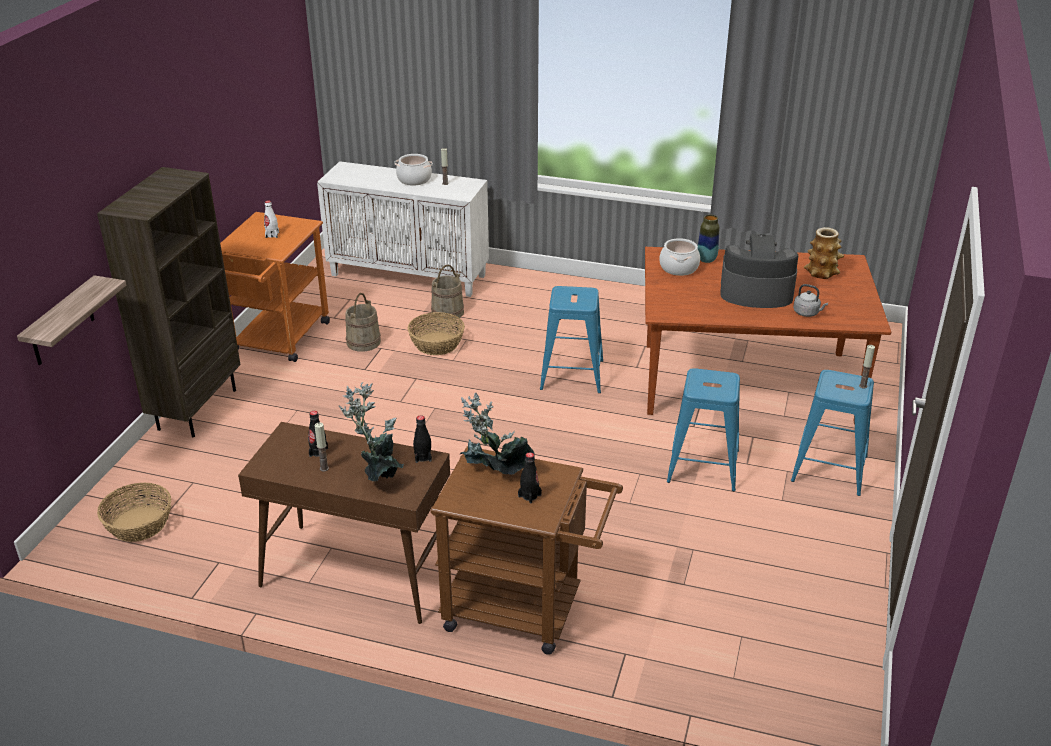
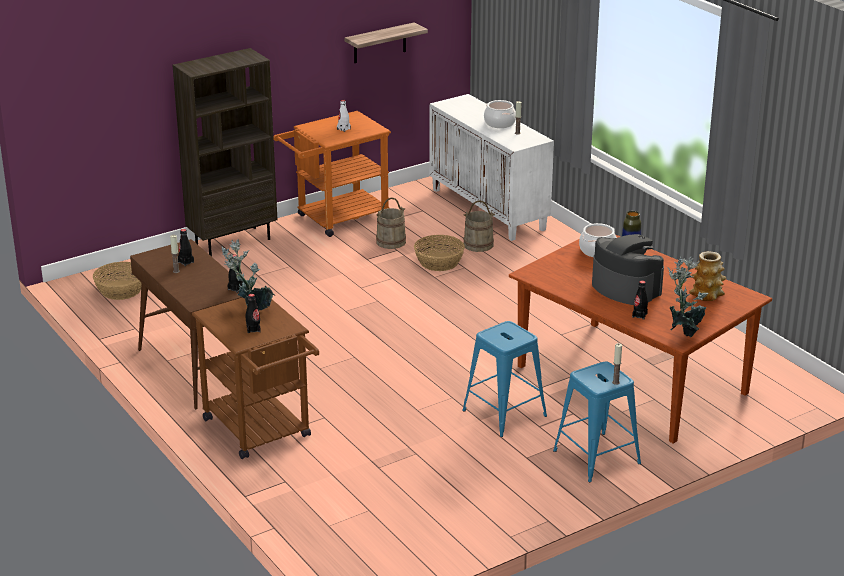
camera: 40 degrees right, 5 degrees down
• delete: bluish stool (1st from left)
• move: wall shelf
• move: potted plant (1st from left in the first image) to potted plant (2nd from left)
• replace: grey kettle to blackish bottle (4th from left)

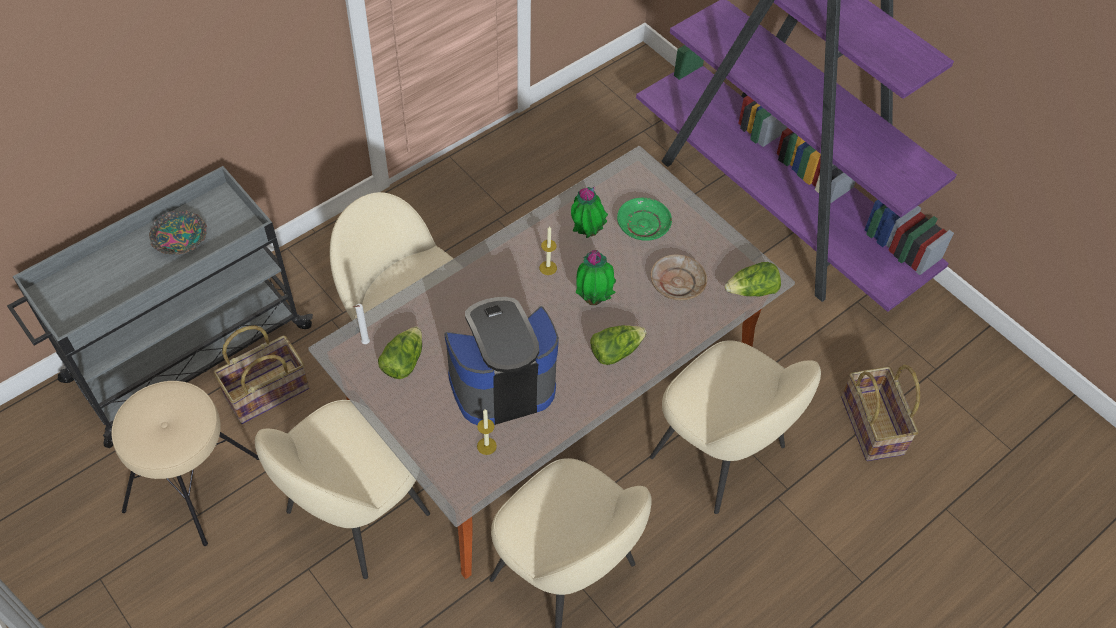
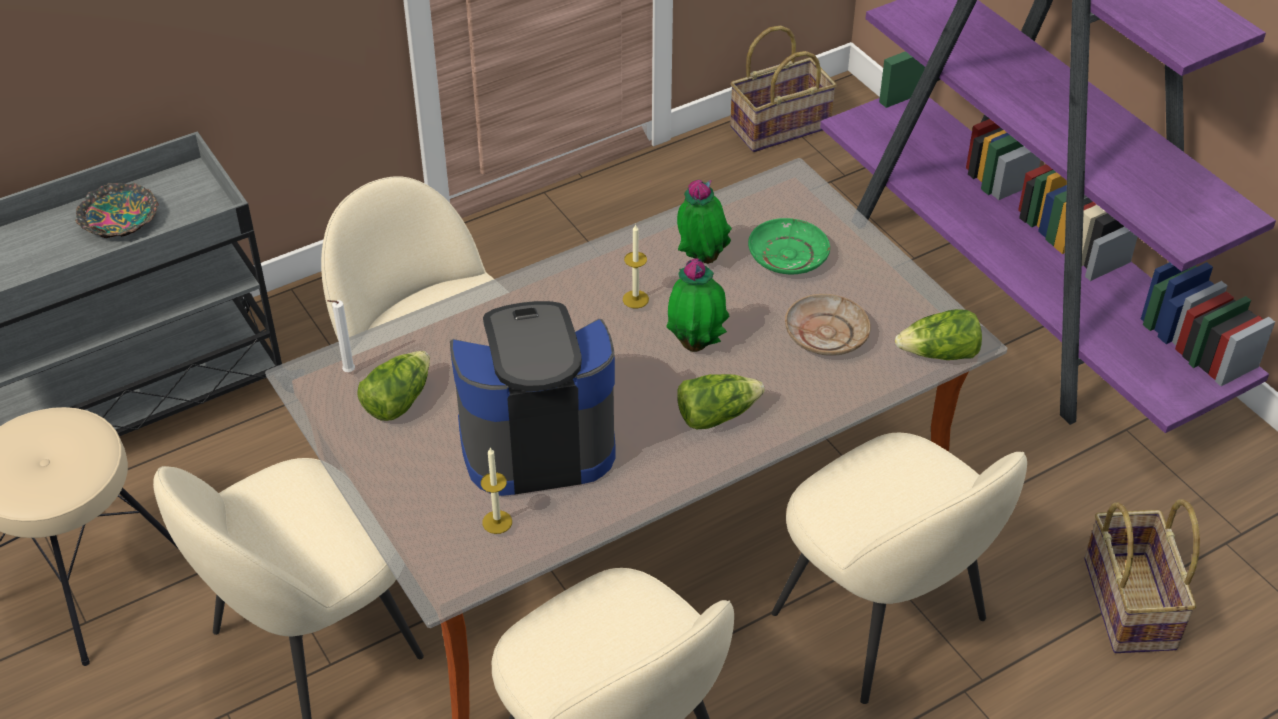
camera: 10 degrees right, 10 degrees down
• move: storage basket (1st from left)

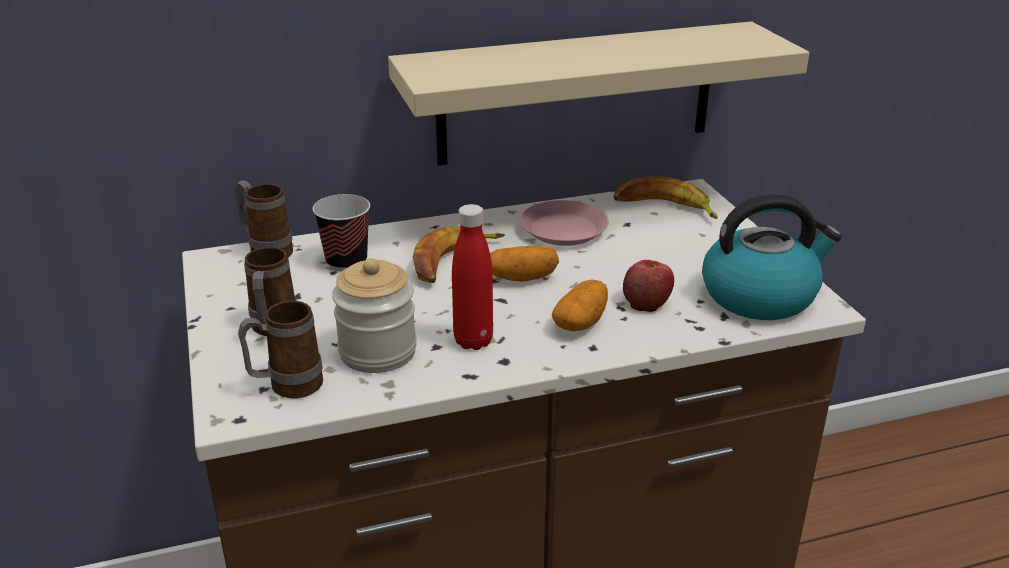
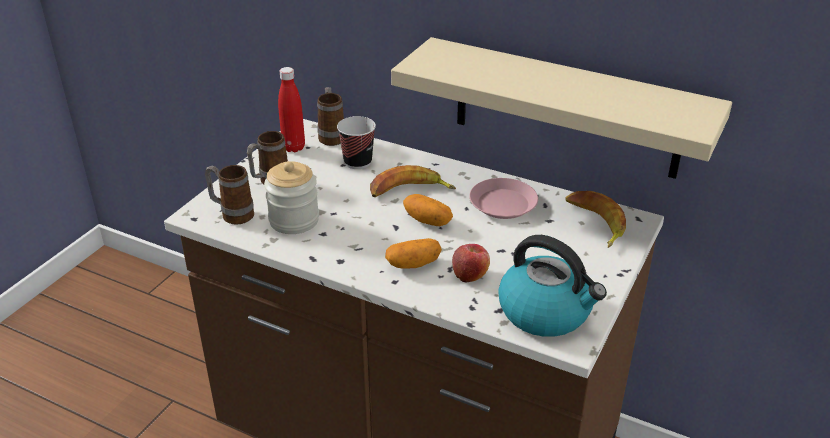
camera: 45 degrees right, 5 degrees up
• move: red bottle

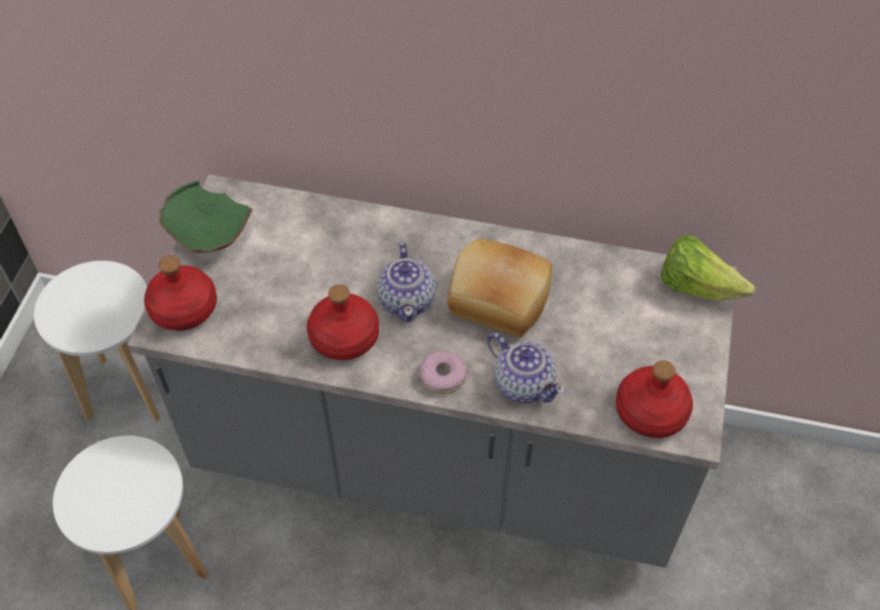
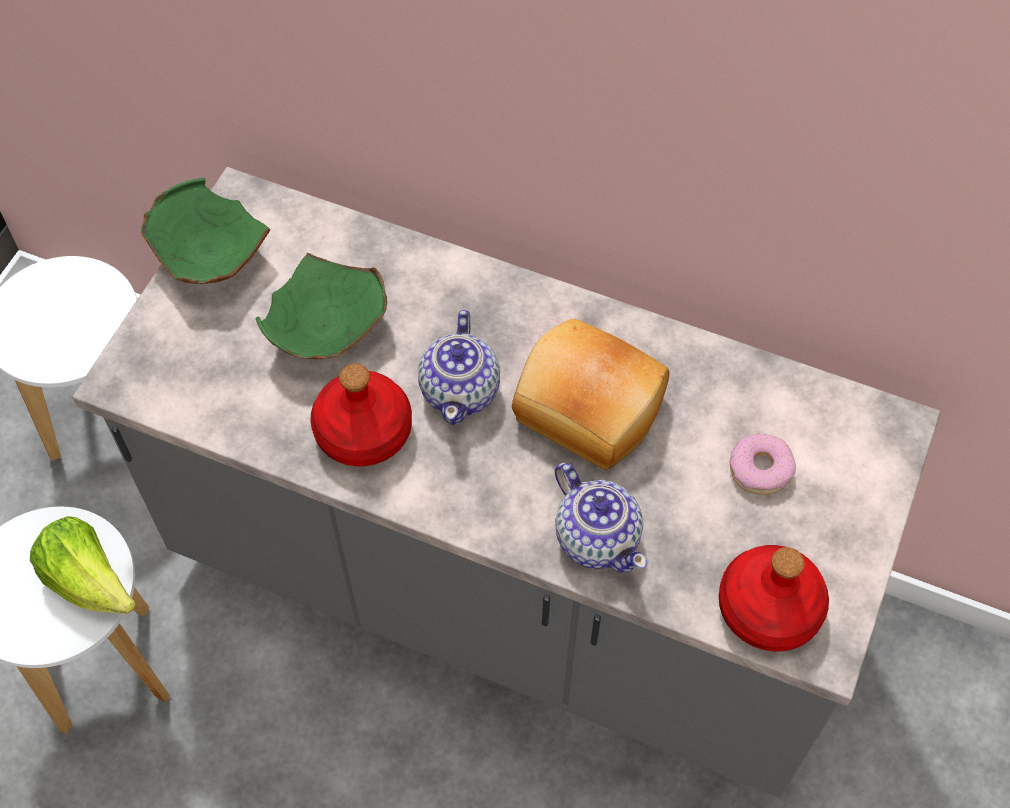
camera: 10 degrees right, 5 degrees up
• delete: red bottle (1st from left)
• insert: green-coloured deep dish (2nd from left)
• move: ring doughnut
• move: lettuce head

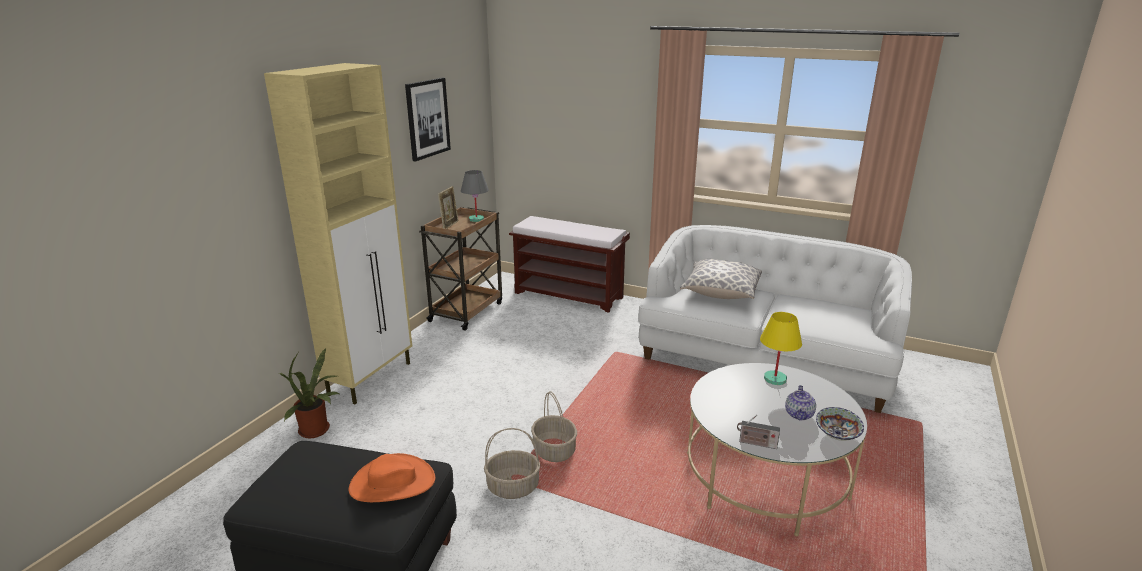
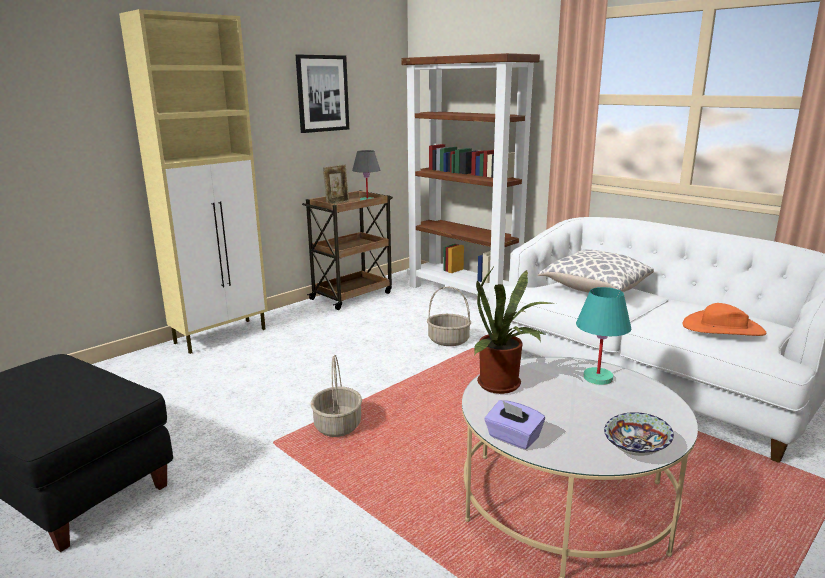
camera: 20 degrees right, 5 degrees down
• delete: teapot
• move: potted plant
• move: orange-coloured hat
• move: storage basket (1st from left in the first image) to storage basket (2nd from left)
• replace: brownish bench to brownish bookcase
• replace: radio receiver to purple-coloured box of tissues
• recolor: yellowish lamp for a table to turquoise lamp for a table

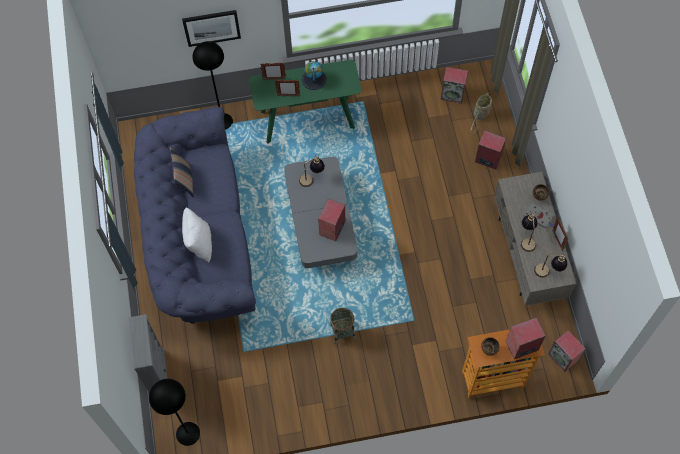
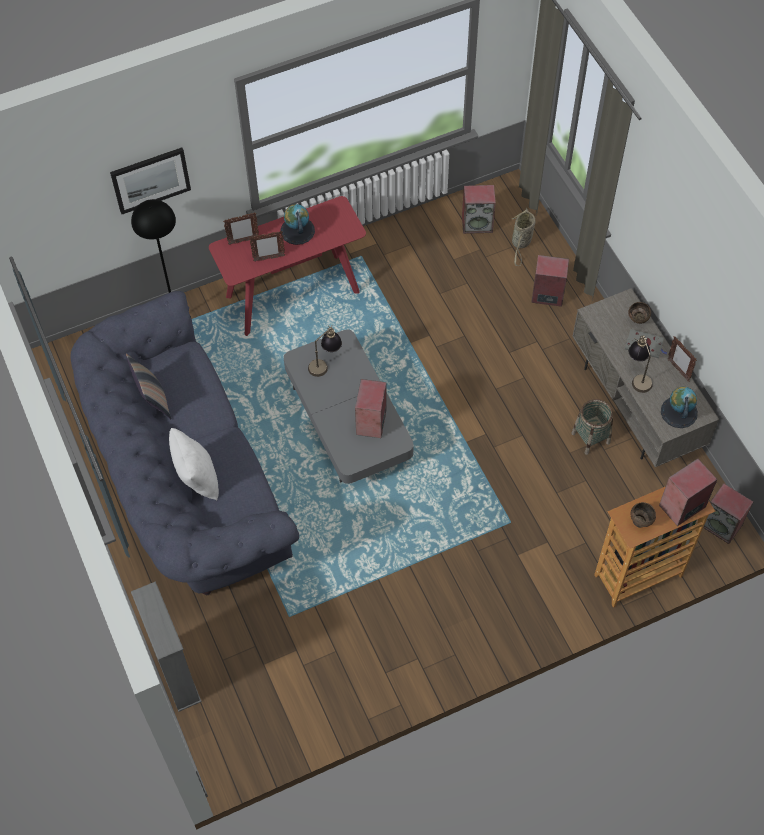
camera: 15 degrees left, 5 degrees down
• delete: blackish standing lamp (1st from left)
• move: storage basket (1st from left in the first image) to storage basket (2nd from left)
• replace: lamp for a table (3rd from left) to world globe (2nd from left)
• recolor: green-coloured narrow table to red narrow table

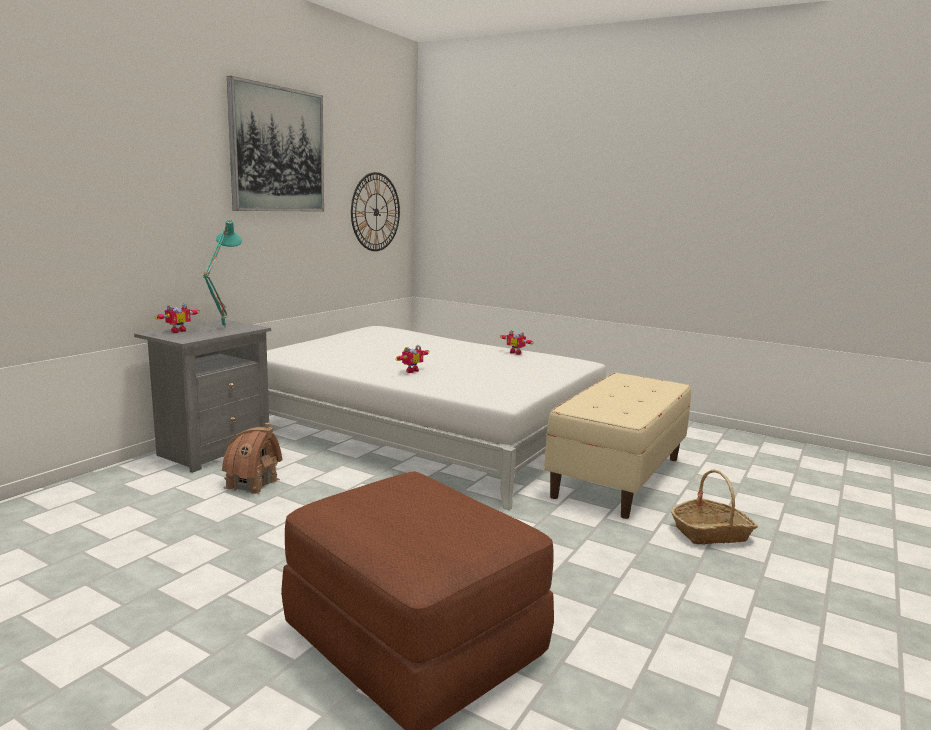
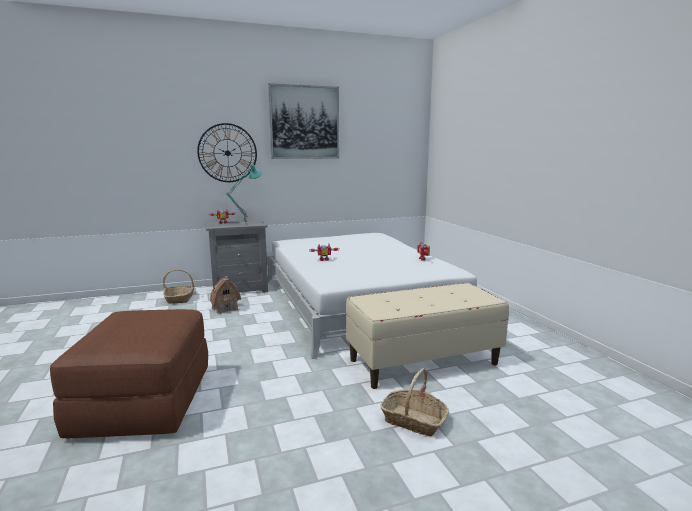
camera: 40 degrees right, 0 degrees up
• insert: storage basket (1st from left)
• move: wall clock

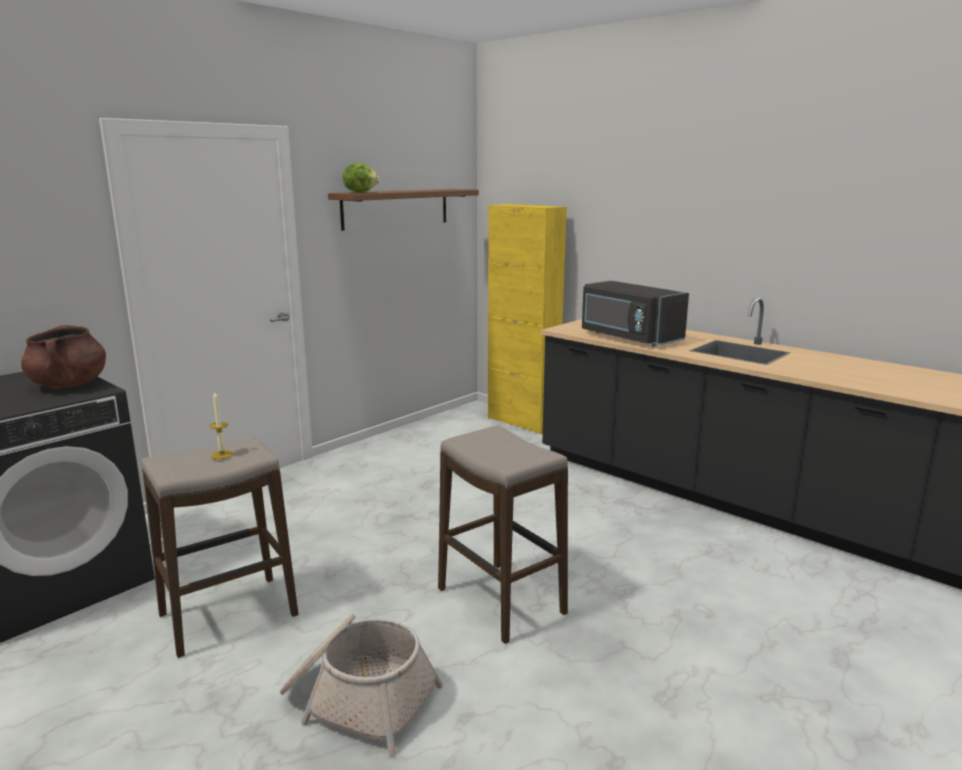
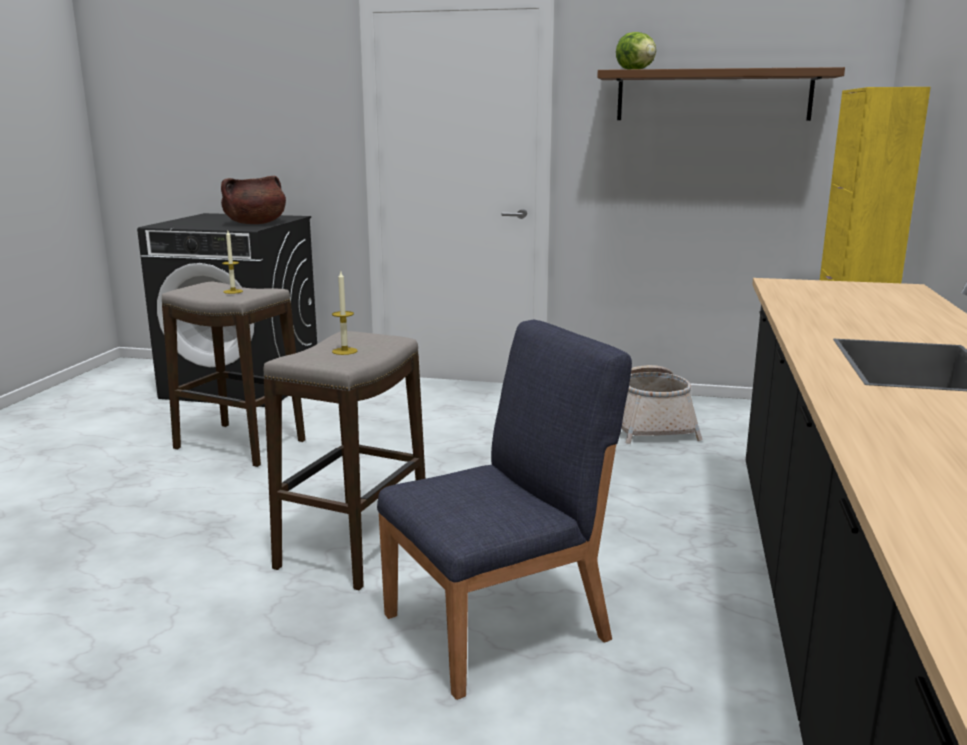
camera: 60 degrees right, 0 degrees up
• delete: blackish microwave
• insert: wax light (2nd from left)
• insert: bluish upright chair
• move: storage basket

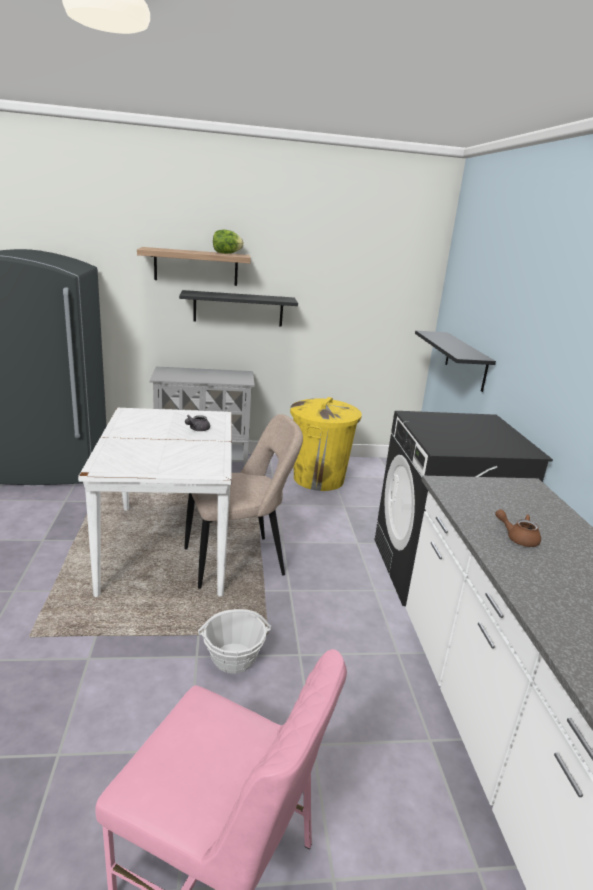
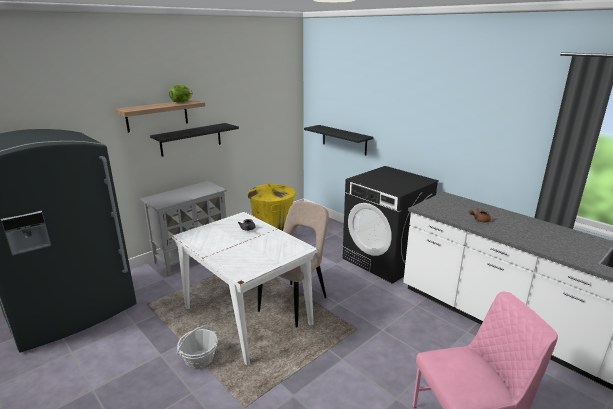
camera: 35 degrees left, 0 degrees up
• move: storage basket

